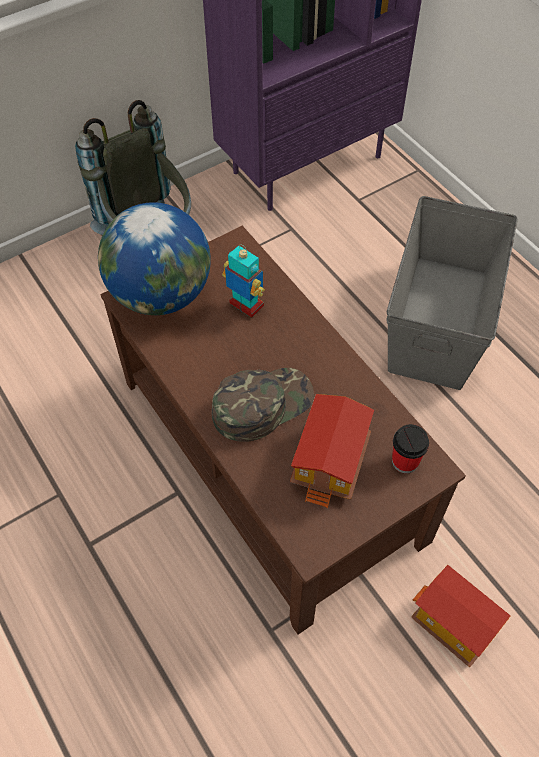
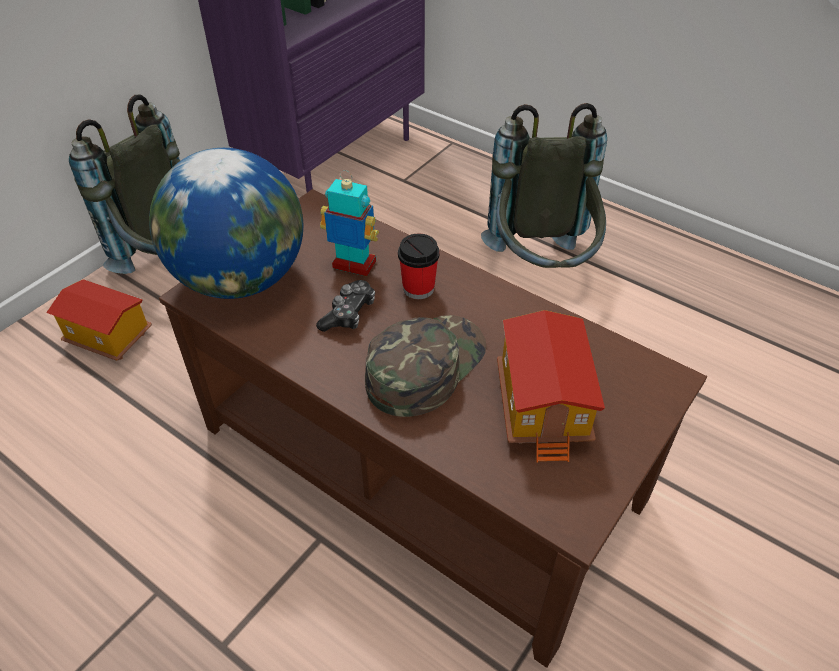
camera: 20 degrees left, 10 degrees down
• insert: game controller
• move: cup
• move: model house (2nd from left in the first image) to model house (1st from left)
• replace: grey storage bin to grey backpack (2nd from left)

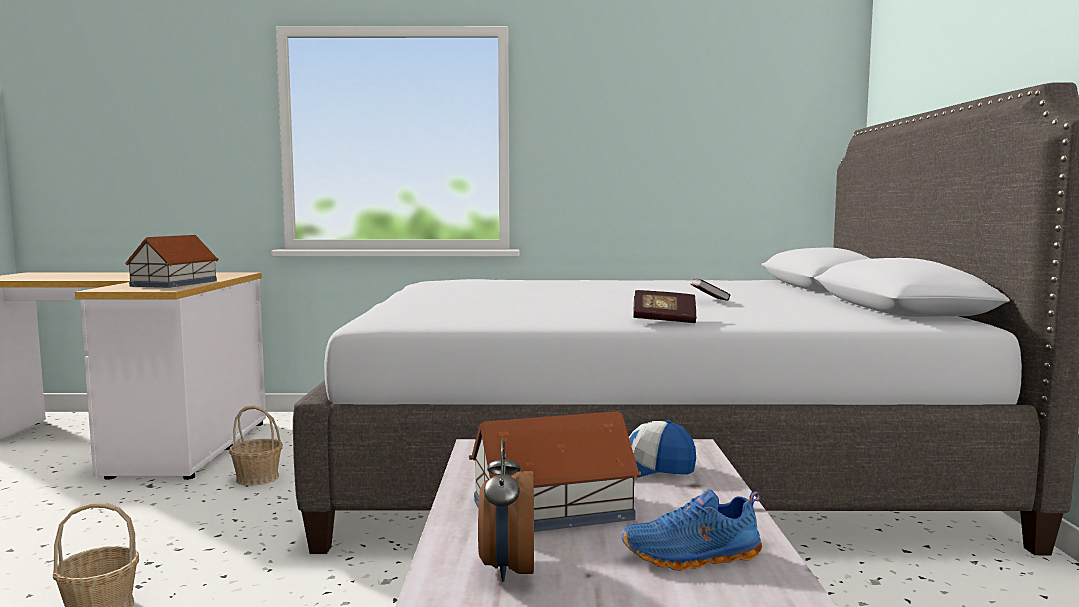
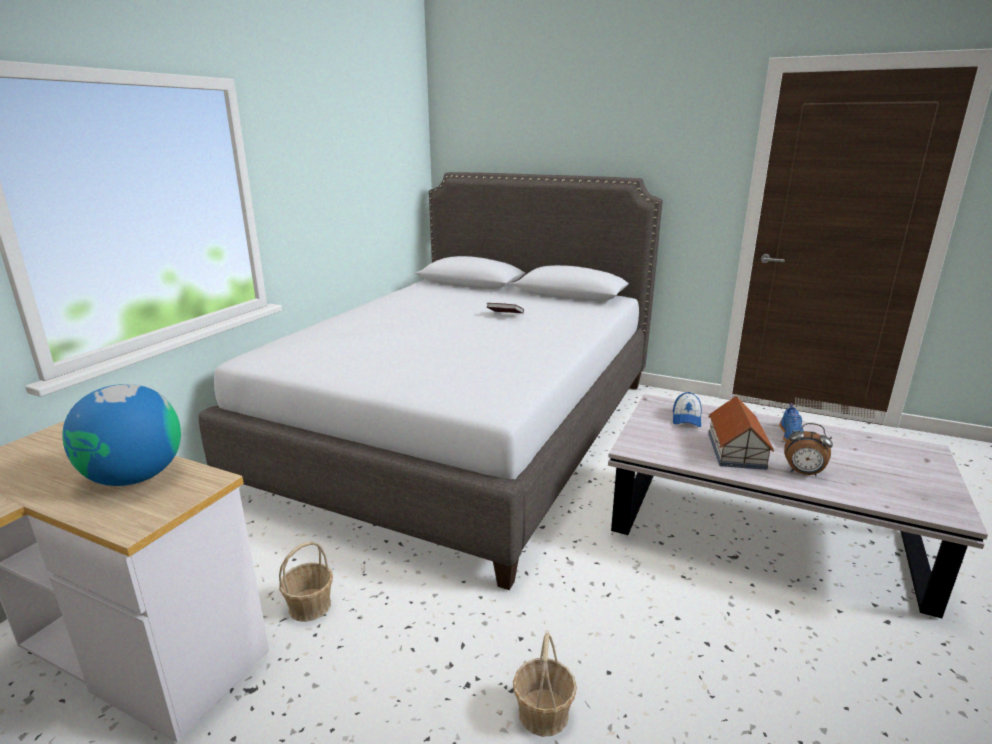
camera: 65 degrees left, 15 degrees up
• delete: bound book (1st from left)
• replace: model house (1st from left) to world globe

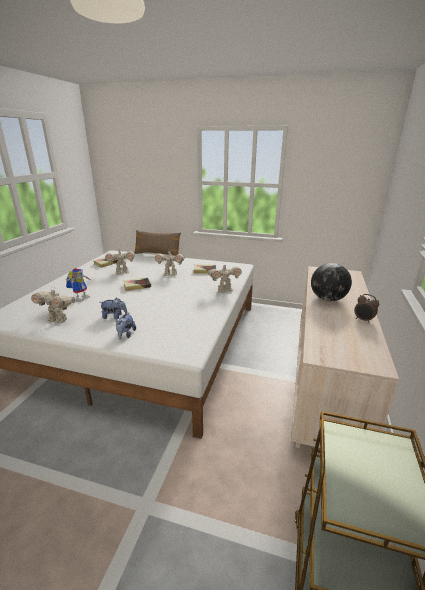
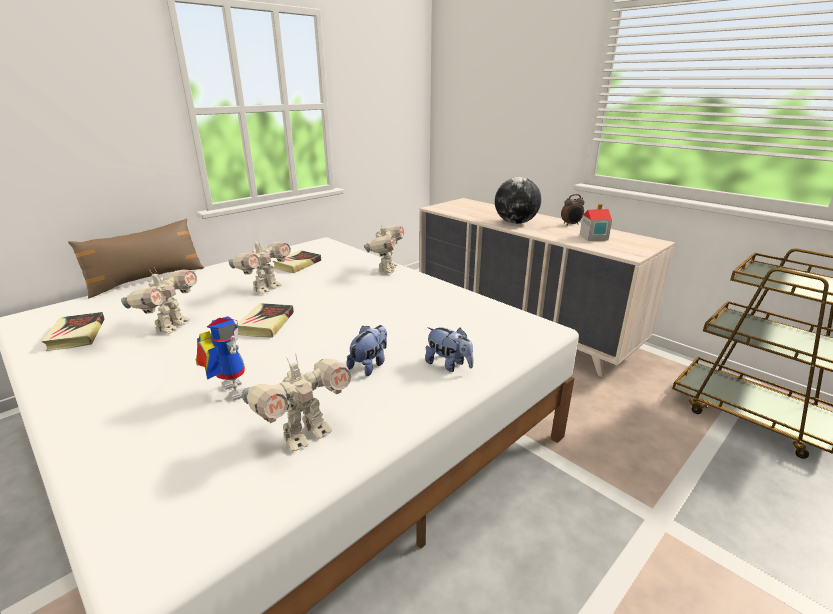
camera: 60 degrees left, 0 degrees up
• insert: model house

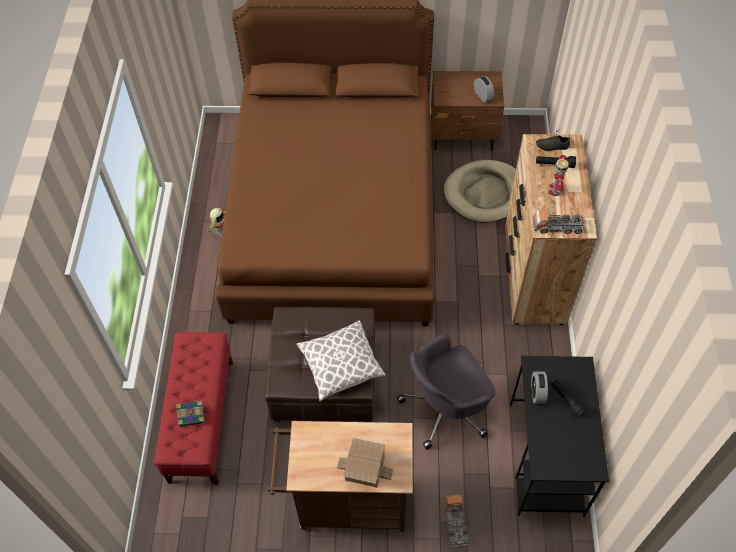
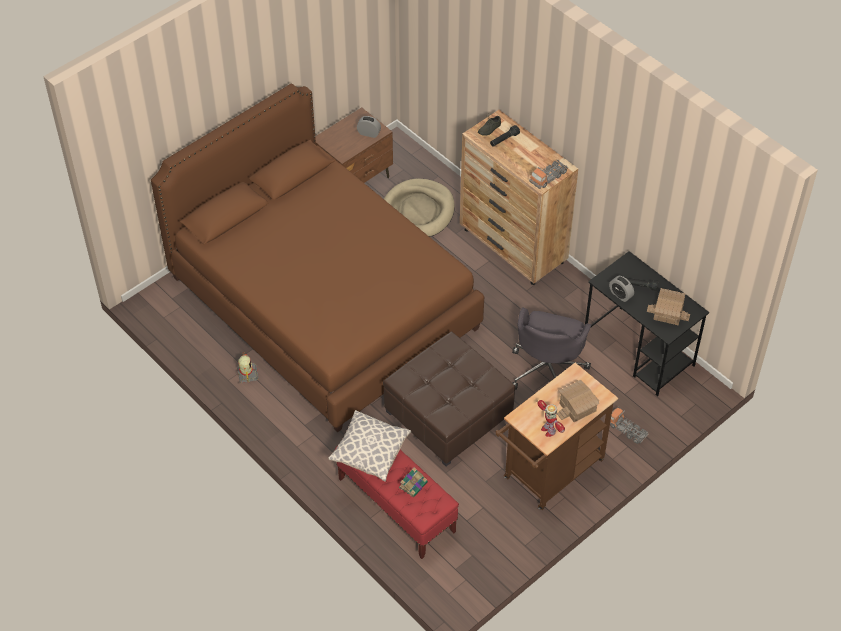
camera: 45 degrees left, 5 degrees down
• insert: model house (2nd from left)
• move: cushion
• move: toy robot (2nd from left)

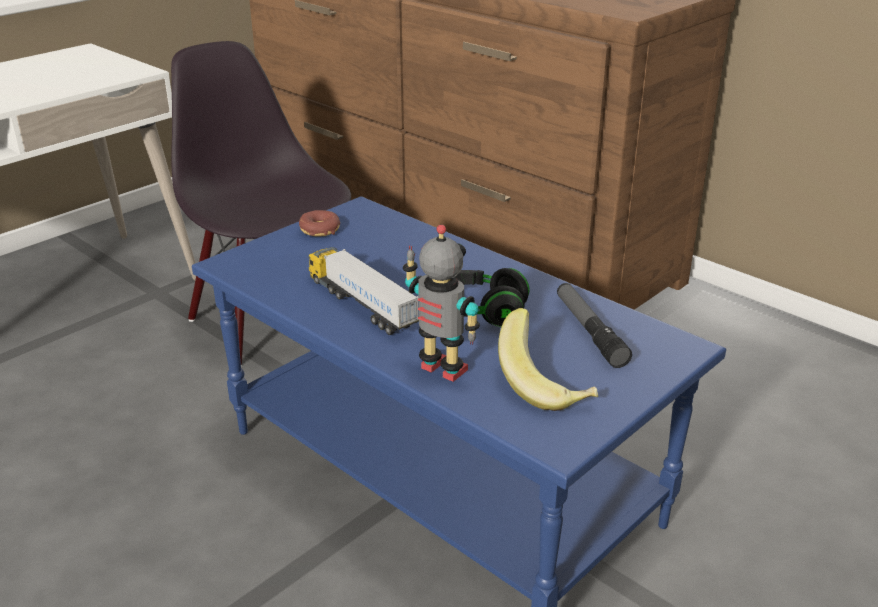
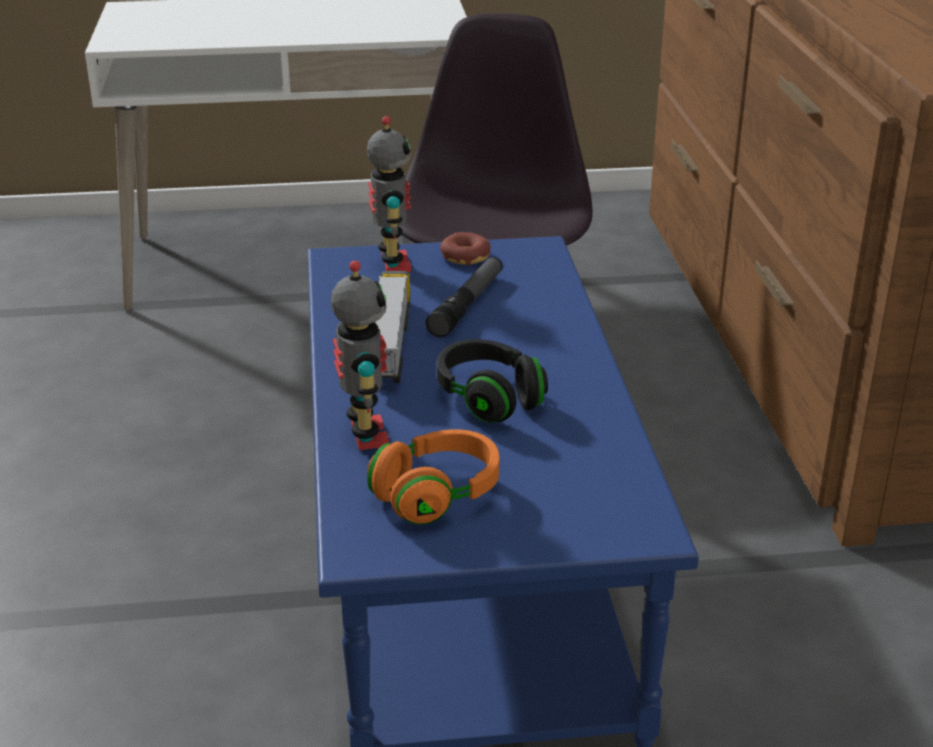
camera: 40 degrees right, 0 degrees up
• insert: toy robot (2nd from left)
• move: hand torch
• replace: banana fruit to orange-coloured pair of headphones

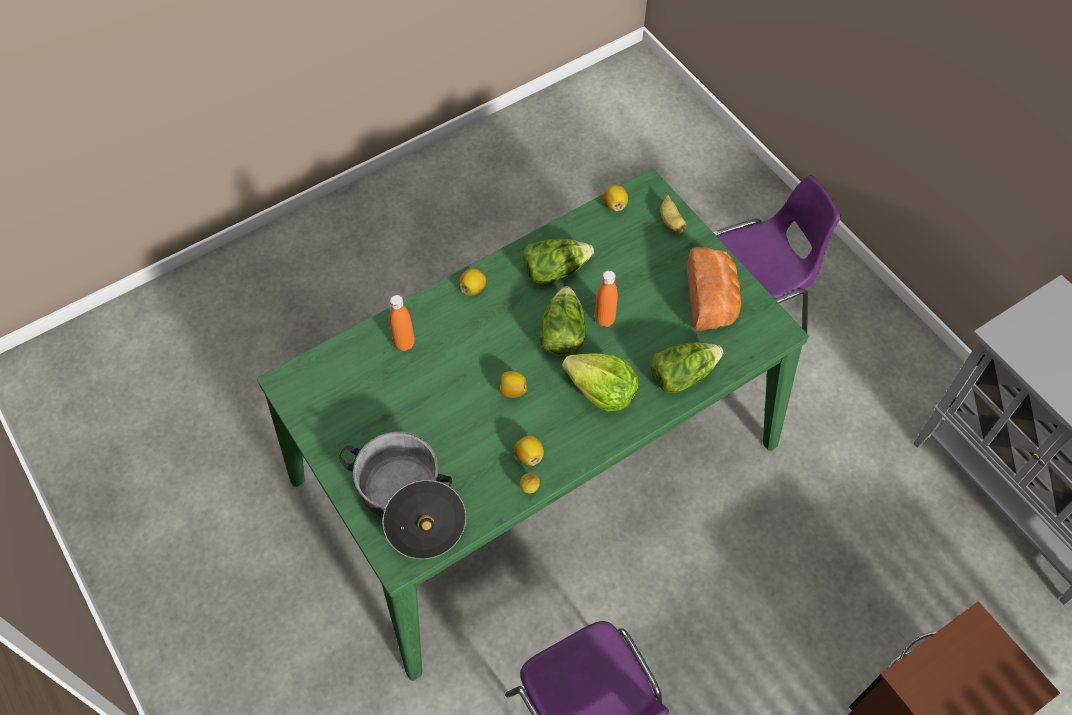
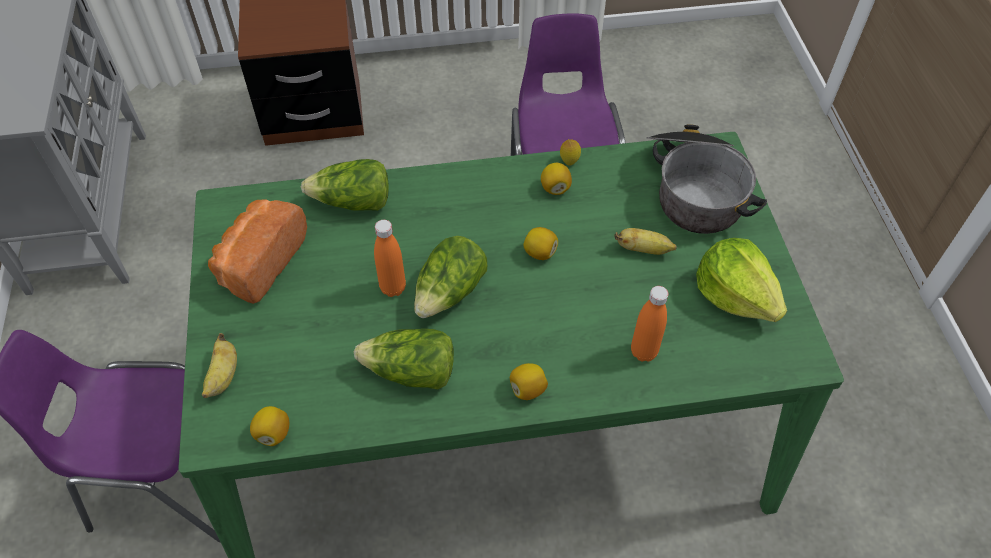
camera: 155 degrees left, 5 degrees down
• insert: banana fruit (2nd from left)
• move: lettuce head (3rd from left in the first image) to lettuce head (4th from left)

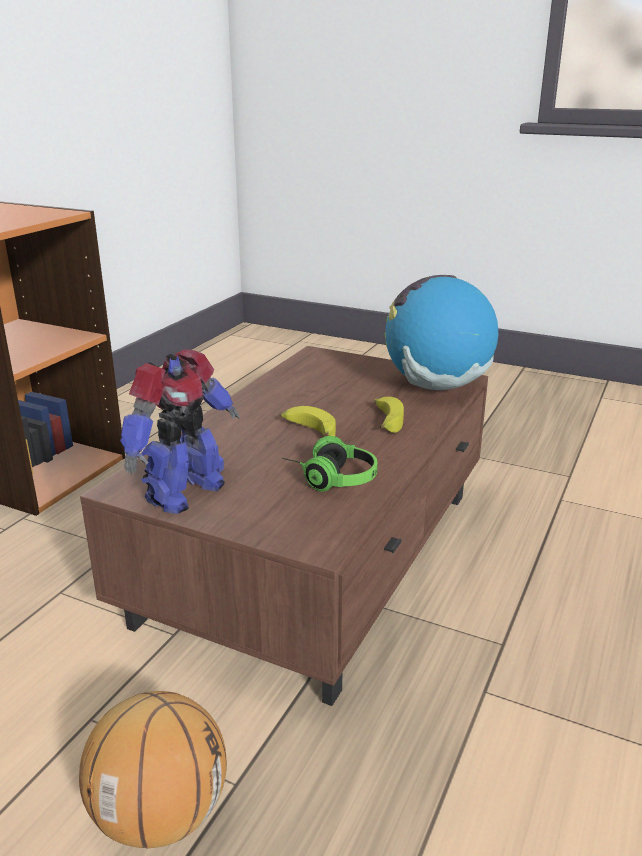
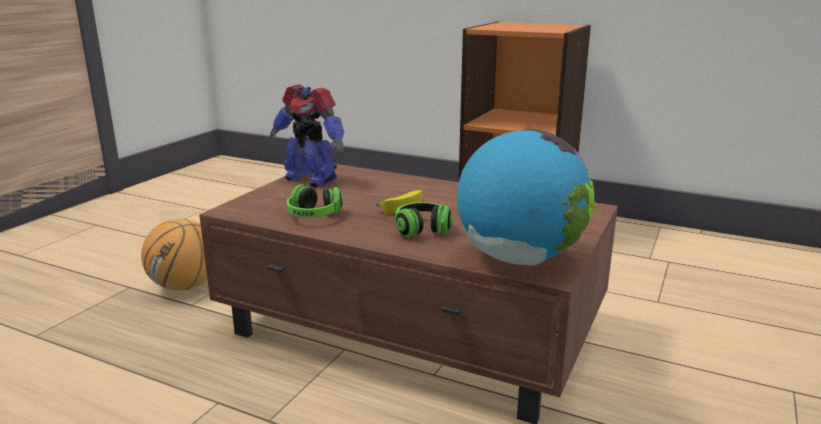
camera: 90 degrees right, 5 degrees down
• replace: banana fruit (2nd from left) to pair of headphones (2nd from left)

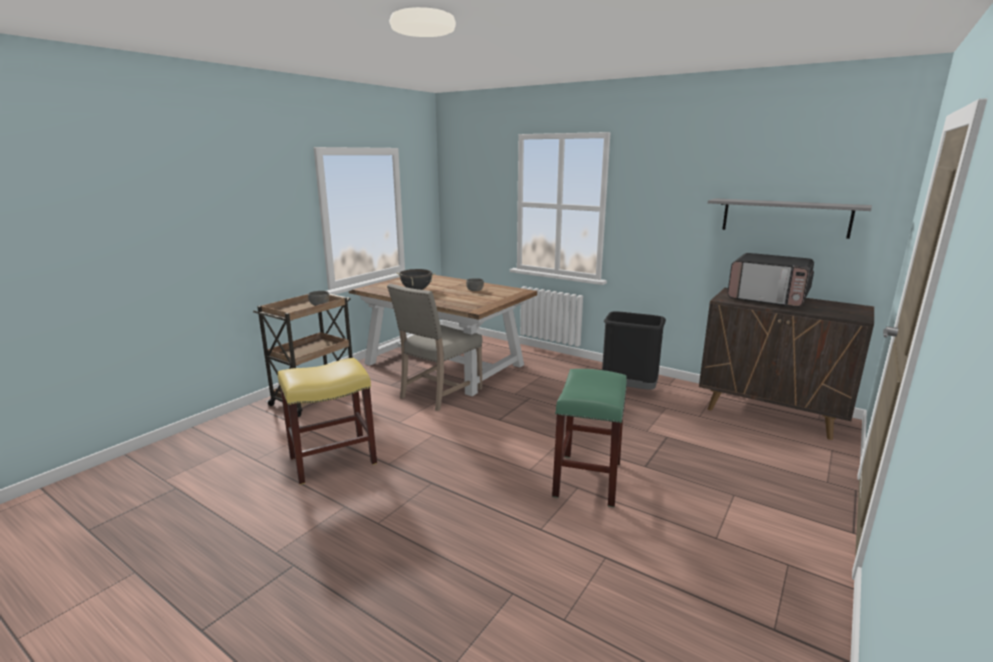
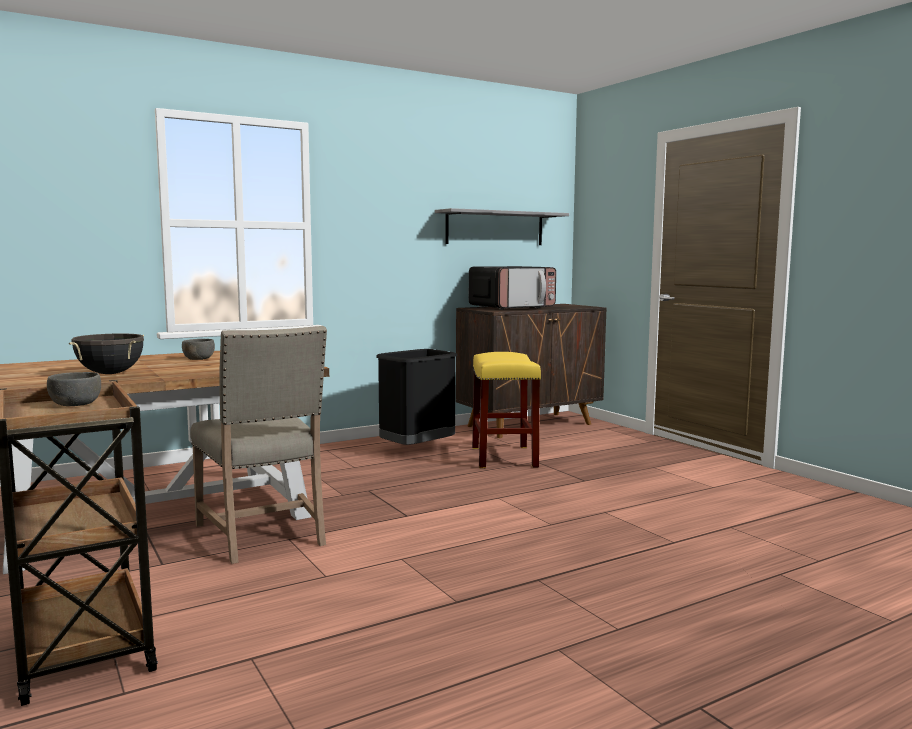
camera: 65 degrees left, 10 degrees down
• delete: green-coloured stool
• move: yellowish stool

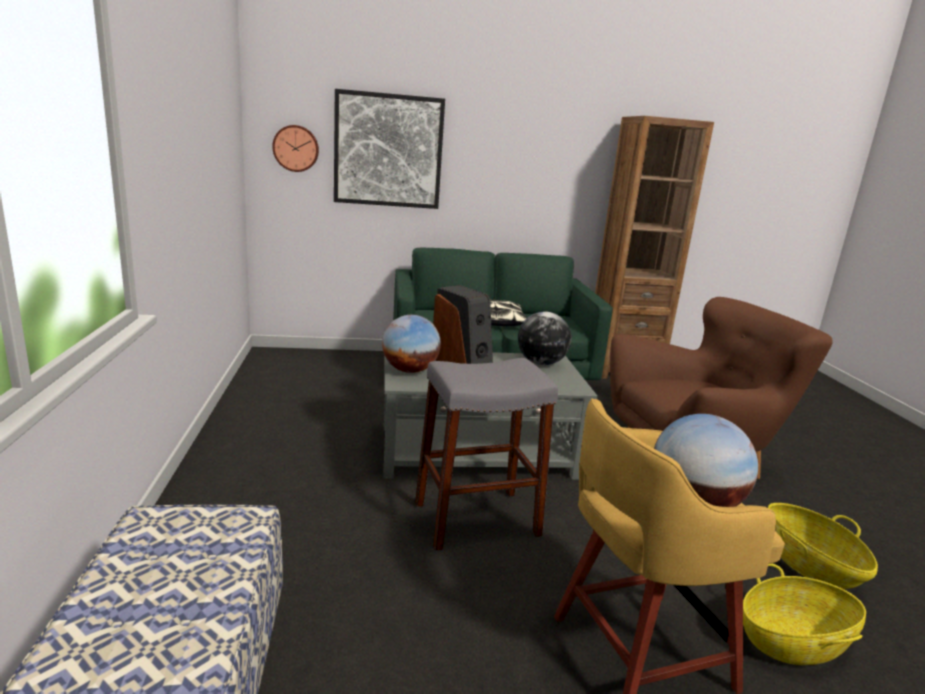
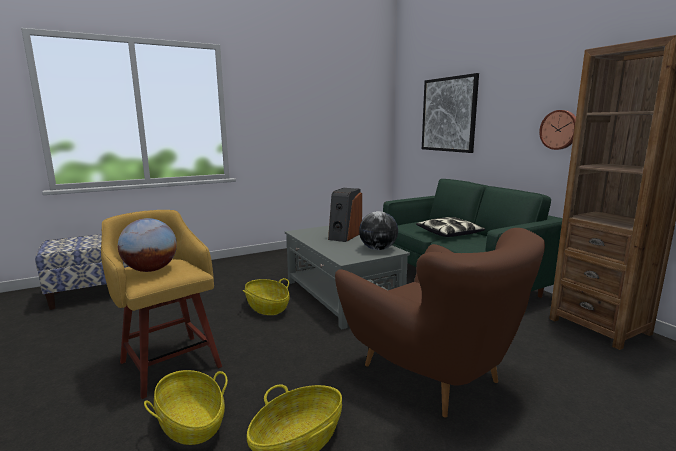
camera: 70 degrees right, 5 degrees down
• delete: world globe (1st from left)
• move: wall clock
• replace: grey stool to storage basket (2nd from left)

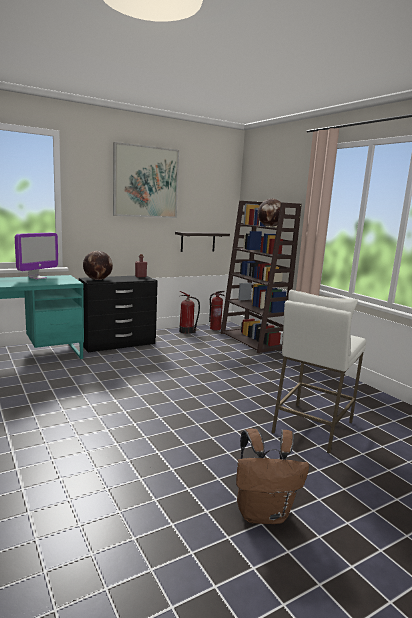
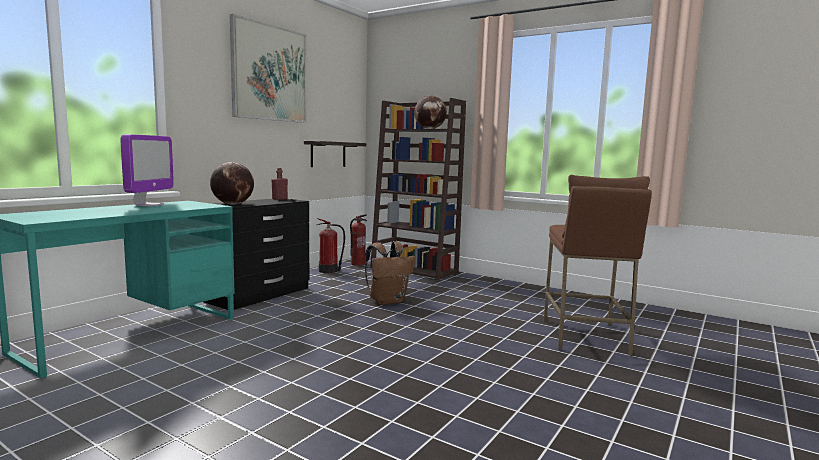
camera: 25 degrees left, 5 degrees down
• move: brownish backpack
• recolor: white-coloured stool to brownish stool

